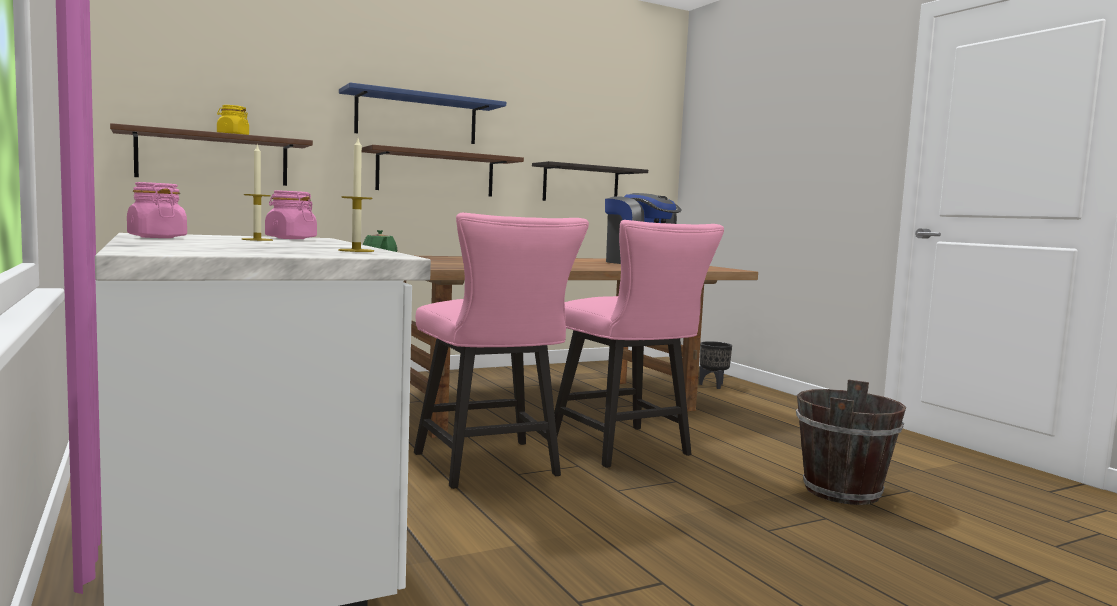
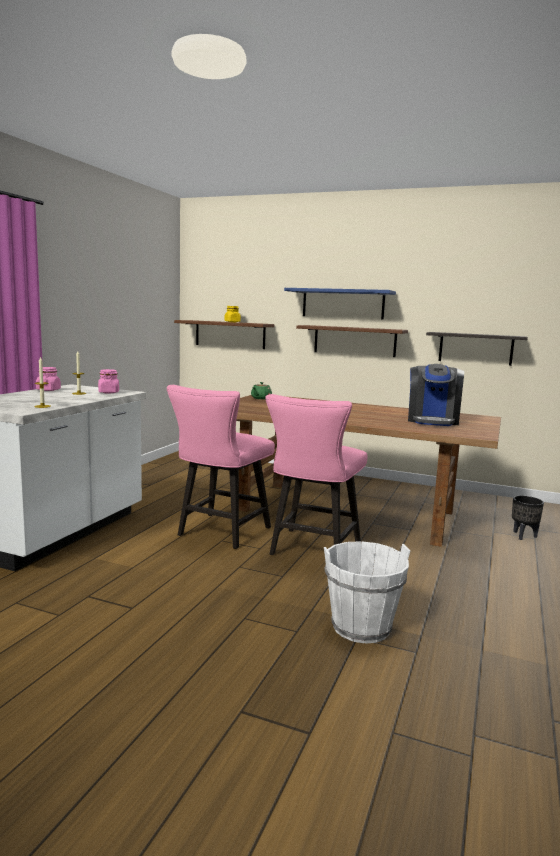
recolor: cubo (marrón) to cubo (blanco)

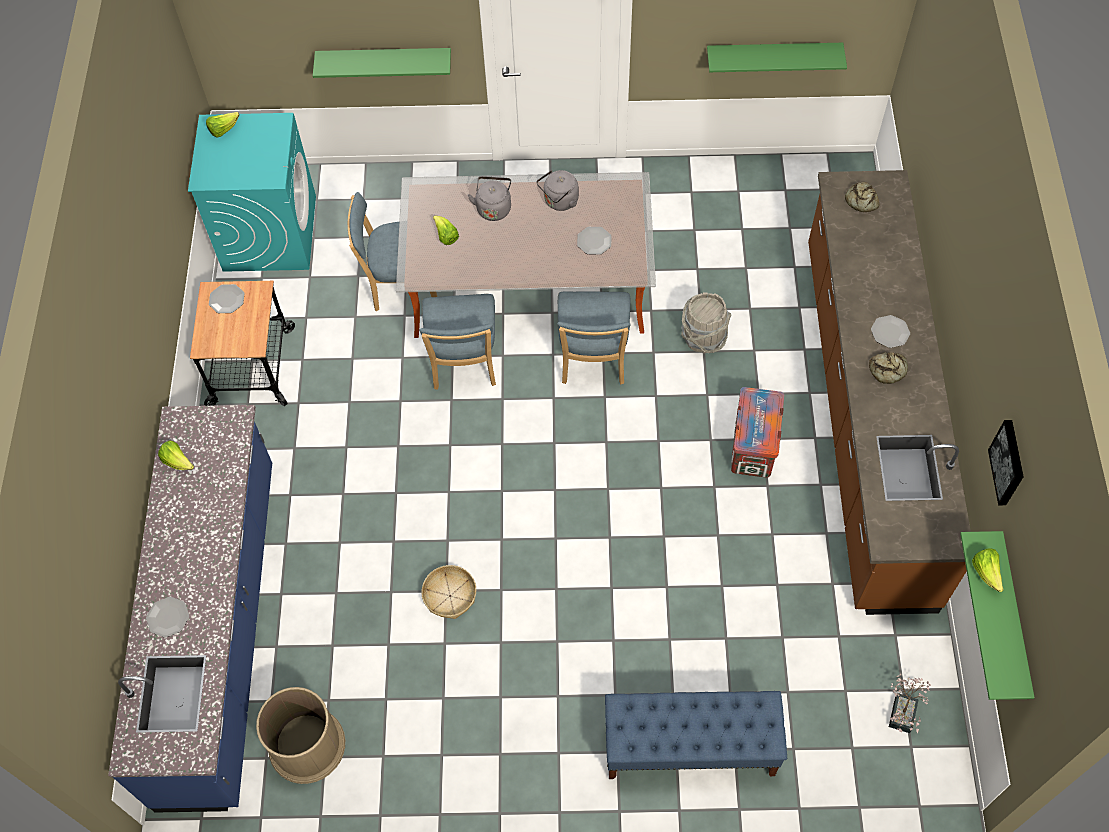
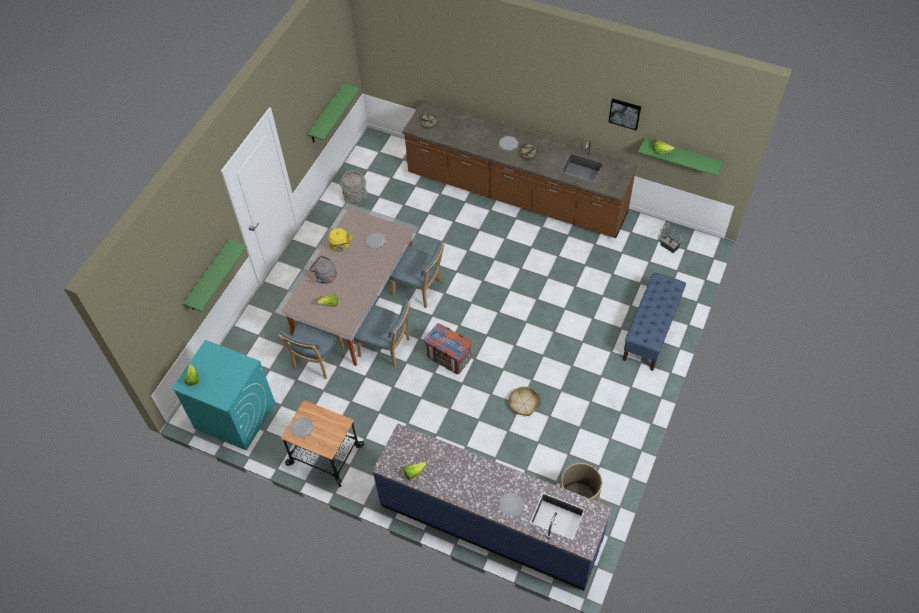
move: cubo (gris); caja de embalaje
recolor: hervidor (gris) (2nd from left) to hervidor (amarillo)

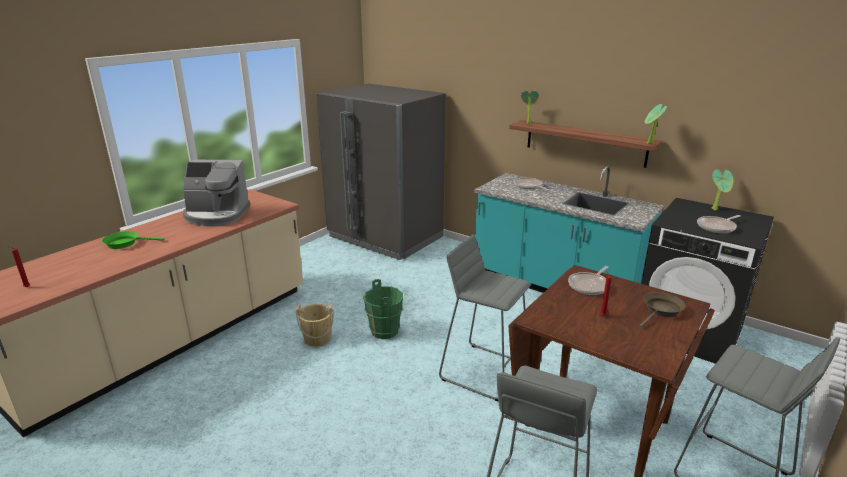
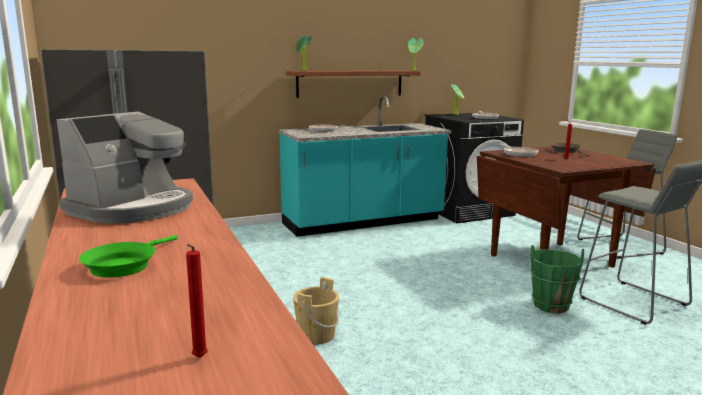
delete: taburete (gris) (1st from left)
move: cubo (verde)

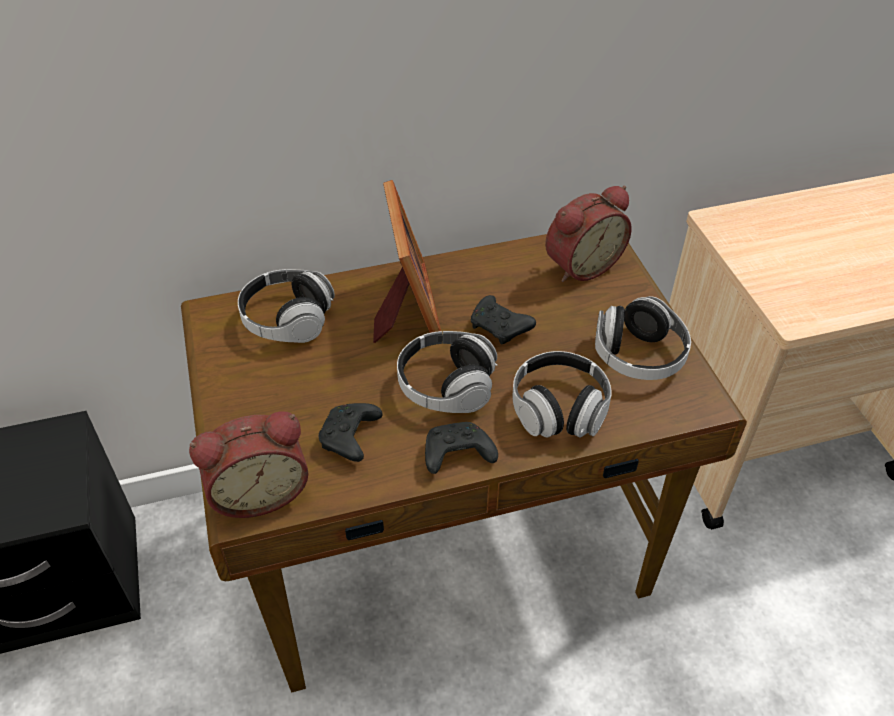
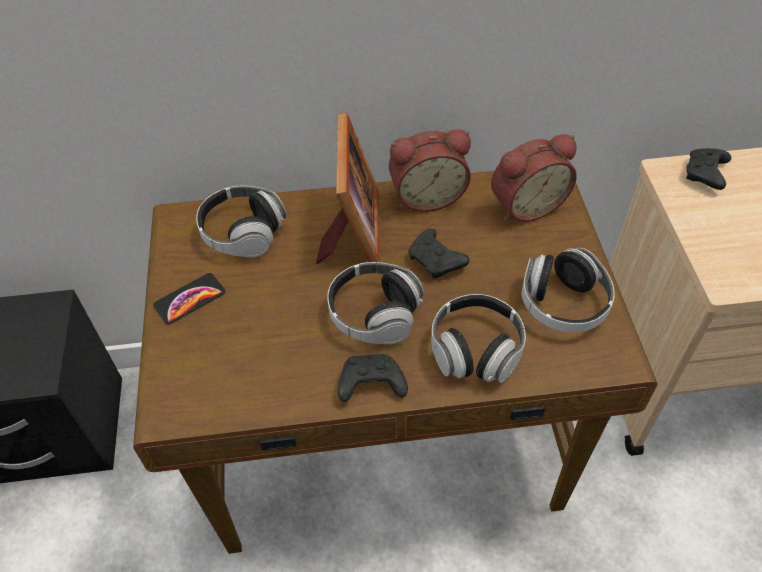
insert: móvil
move: despertador (1st from left); mando de consola (negro) (1st from left in the first image) to mando de consola (negro) (3rd from left)

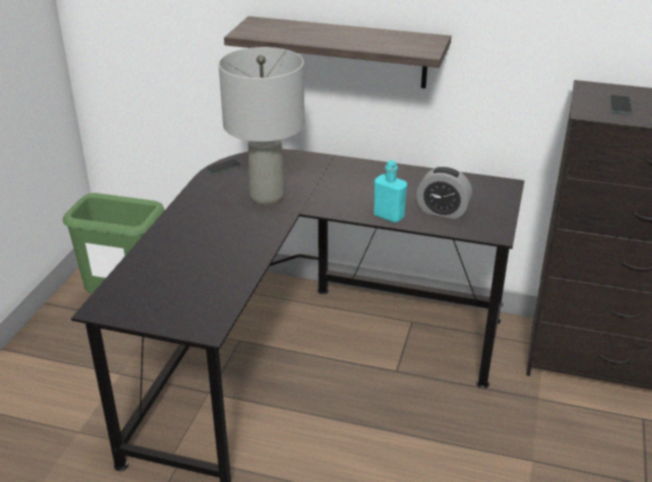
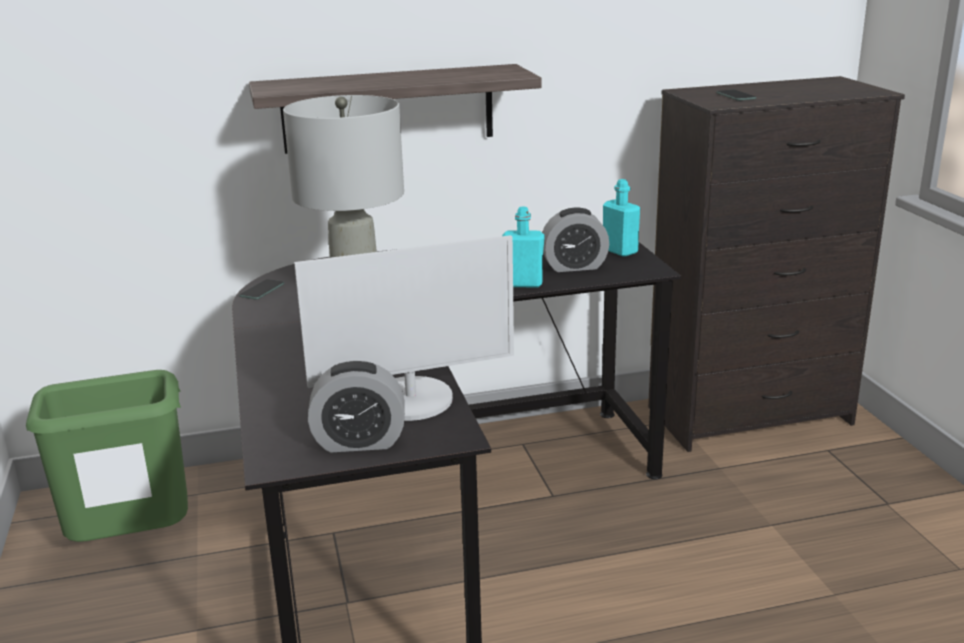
insert: monitor; despertador (1st from left); botella (turquesa) (2nd from left)

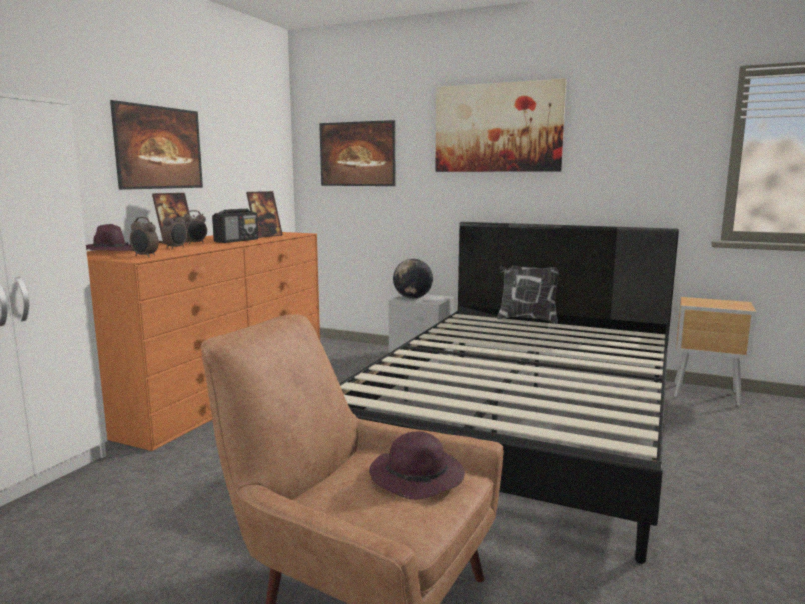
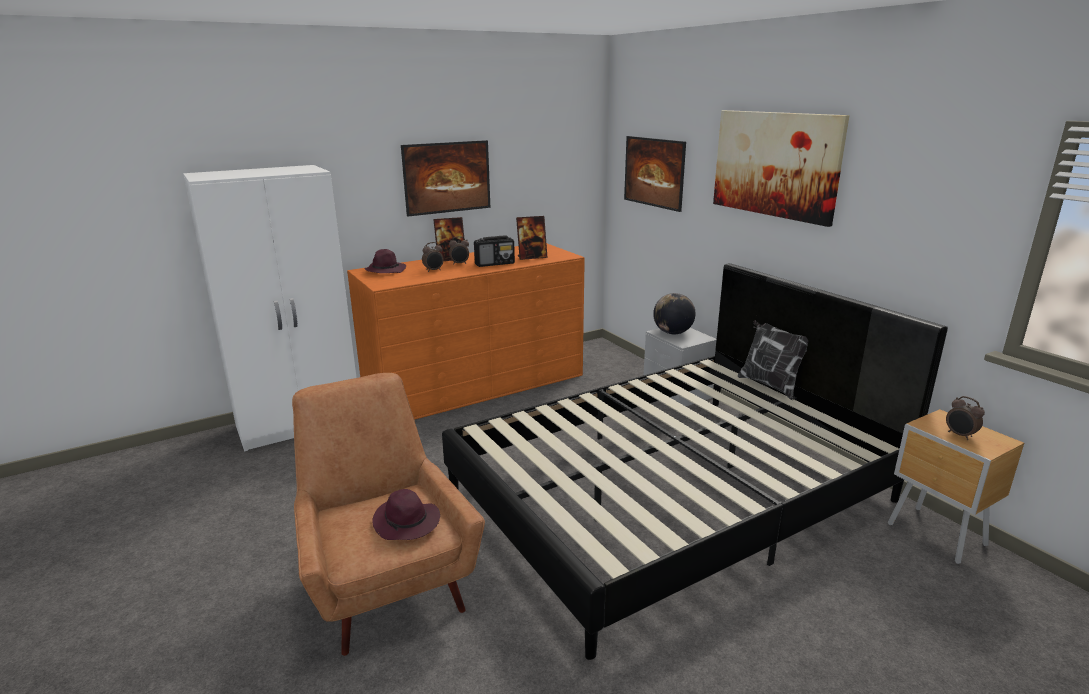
move: despertador (1st from left in the first image) to despertador (3rd from left)

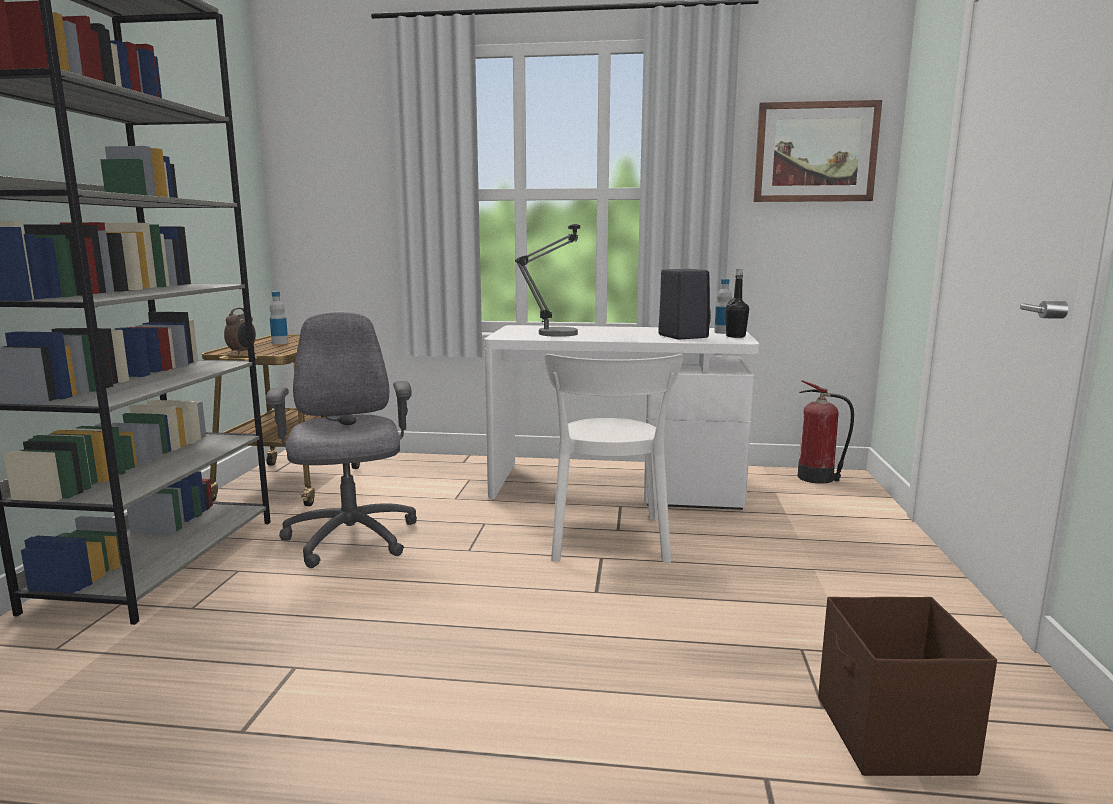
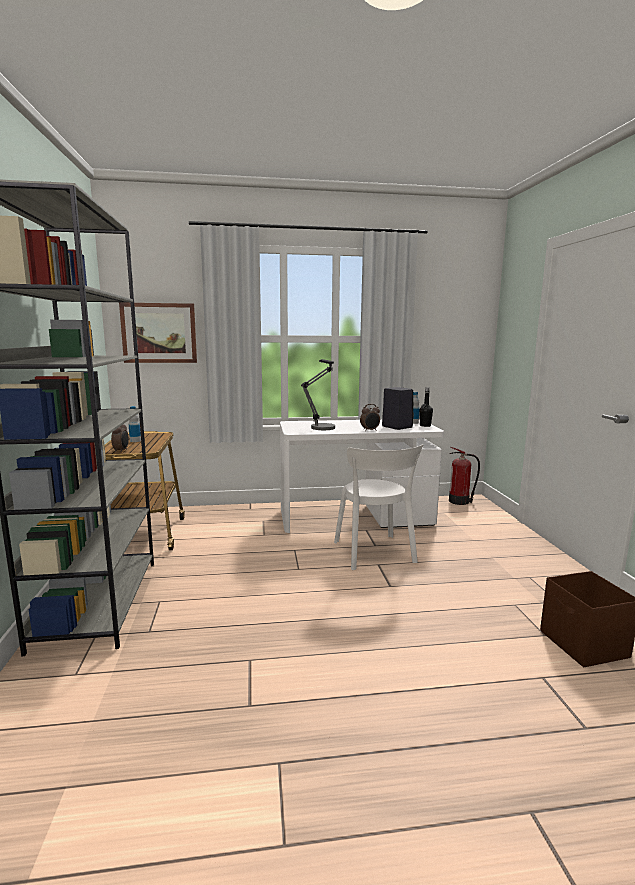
delete: silla de oficina (gris)
insert: despertador (2nd from left)
move: cuadro

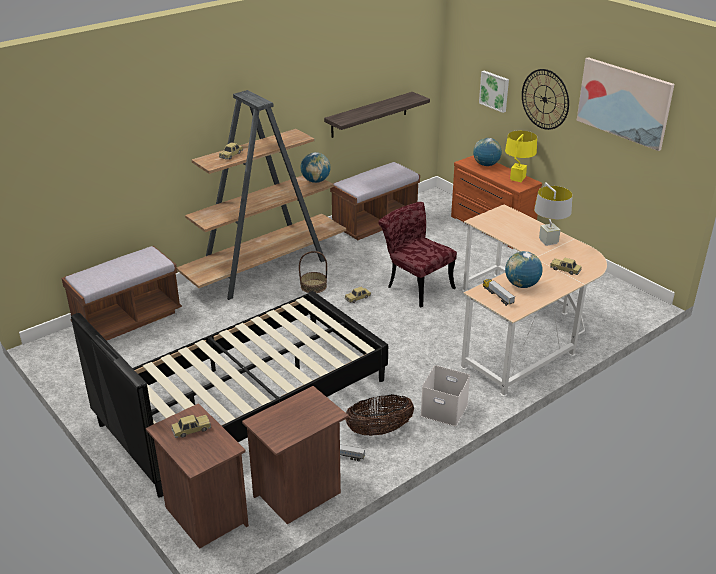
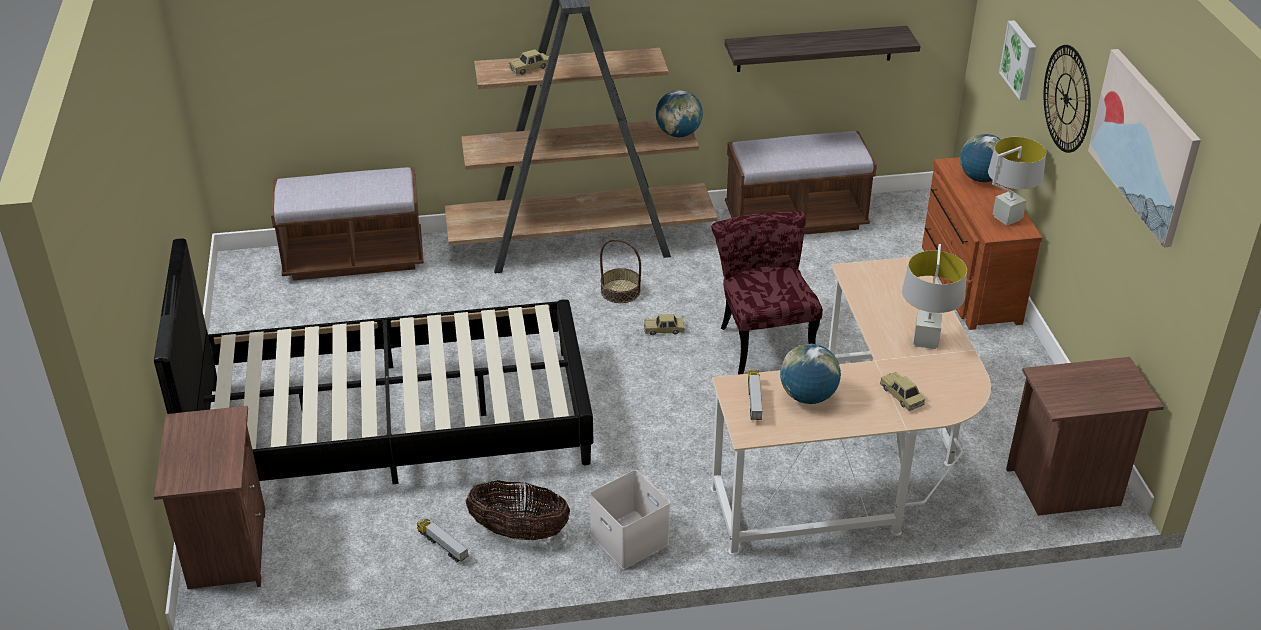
delete: coche de juguete (1st from left)
move: mesita de noche (marrón) (2nd from left)
recolor: lámpara de mesa (amarillo) to lámpara de mesa (gris) (2nd from left)

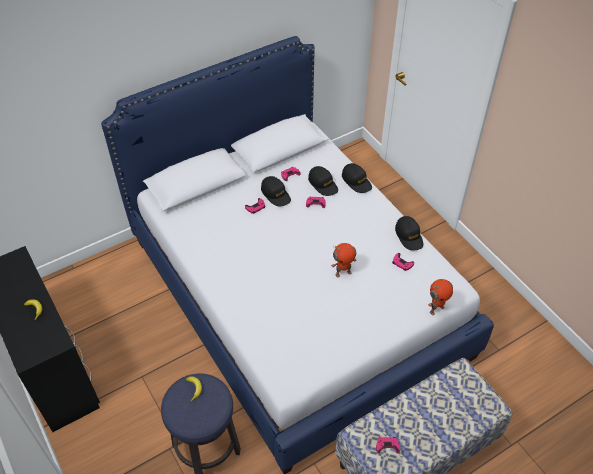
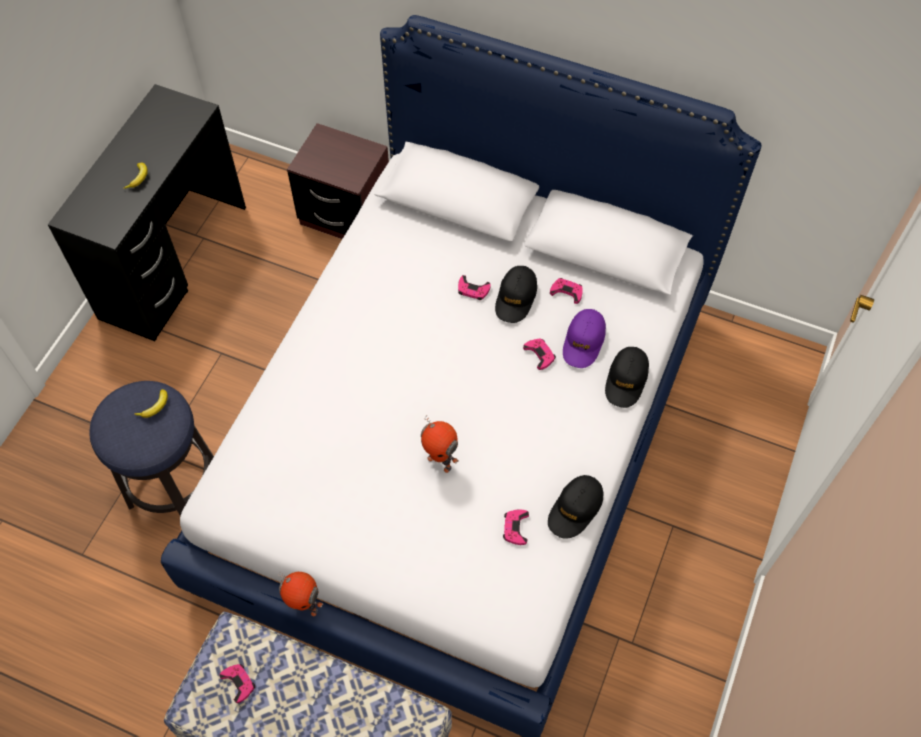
insert: mesita de noche (marrón)
move: robot de juguete (2nd from left in the first image) to robot de juguete (1st from left)
recolor: gorra (negro) (2nd from left) to gorra (morado)

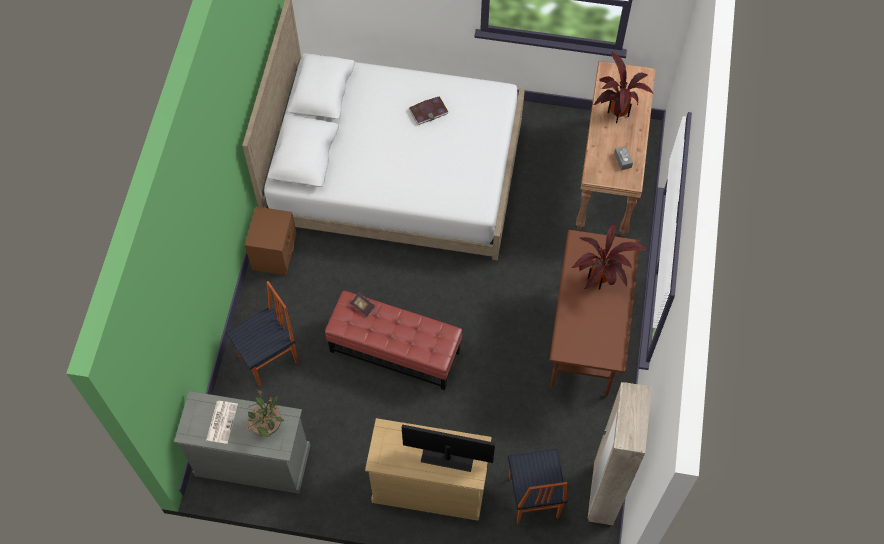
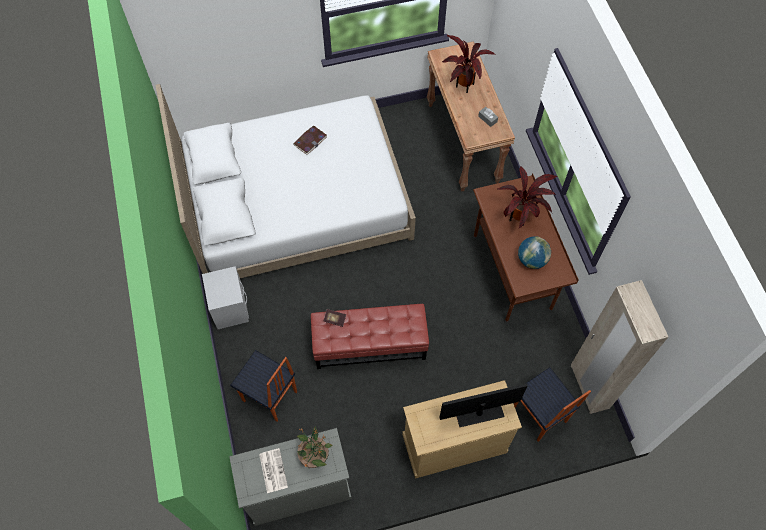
insert: globo terráqueo
recolor: mesita de noche (marrón) to mesita de noche (gris)
rotate: silla (1st from left) 90 degrees clockwise

